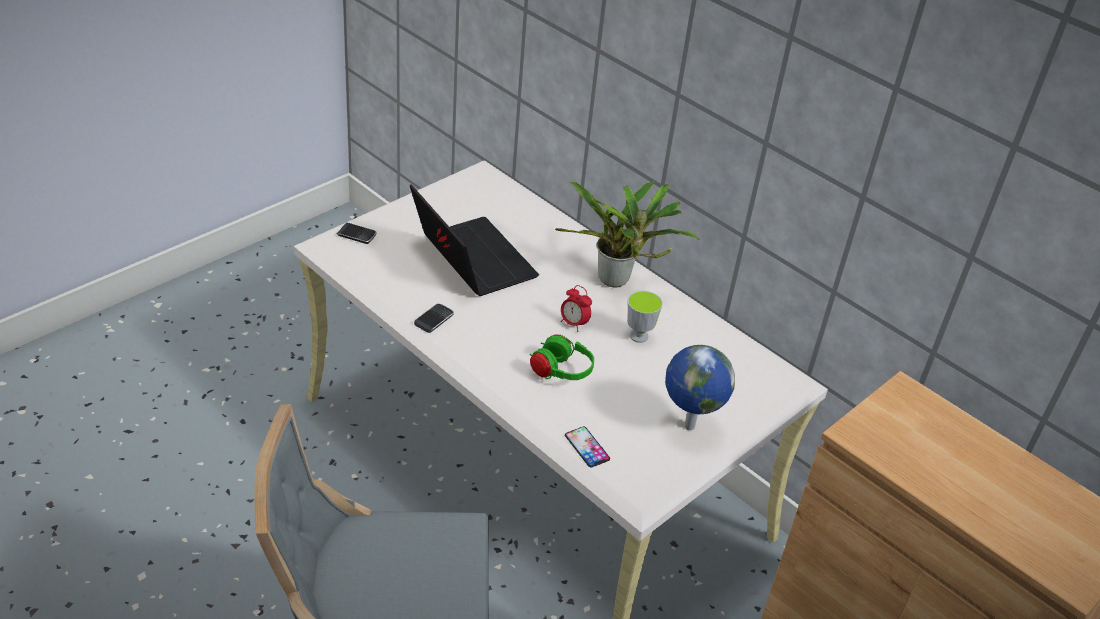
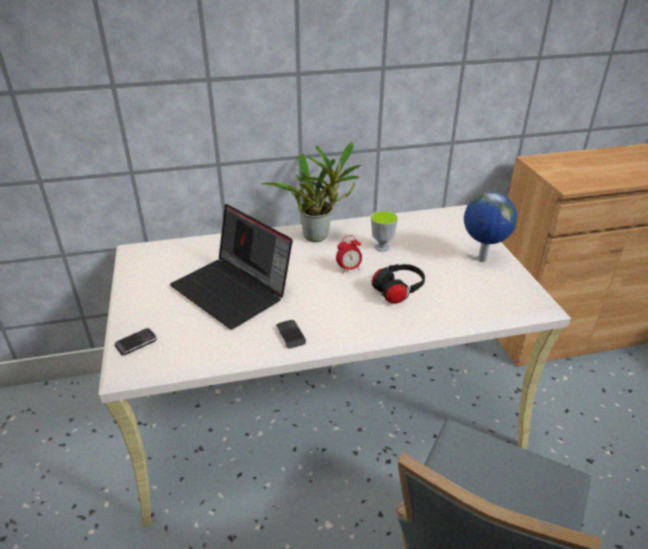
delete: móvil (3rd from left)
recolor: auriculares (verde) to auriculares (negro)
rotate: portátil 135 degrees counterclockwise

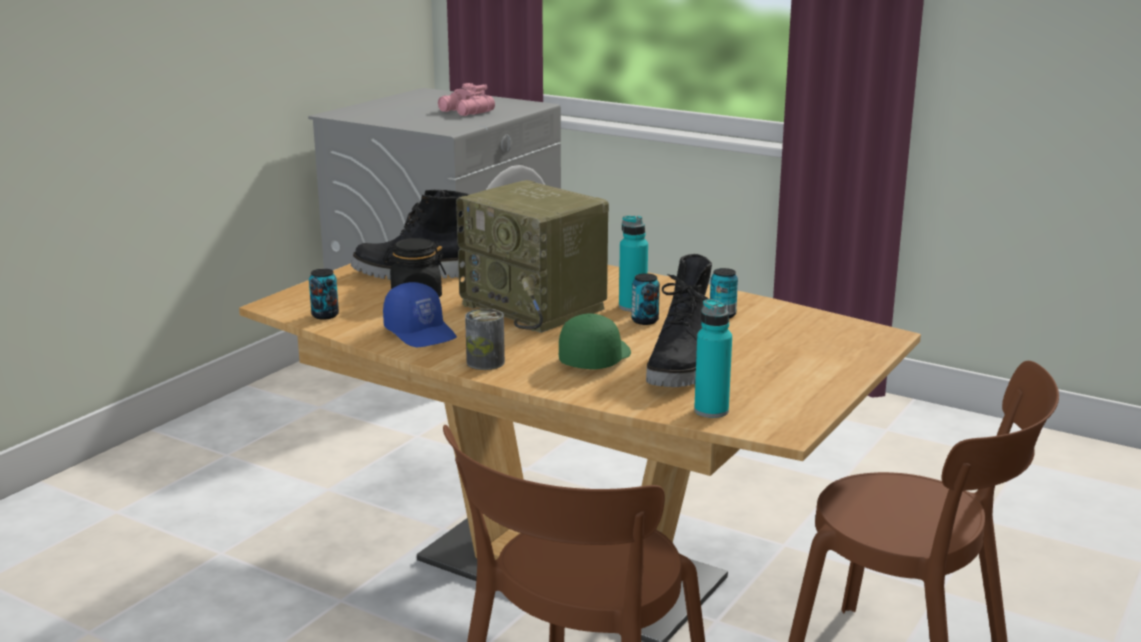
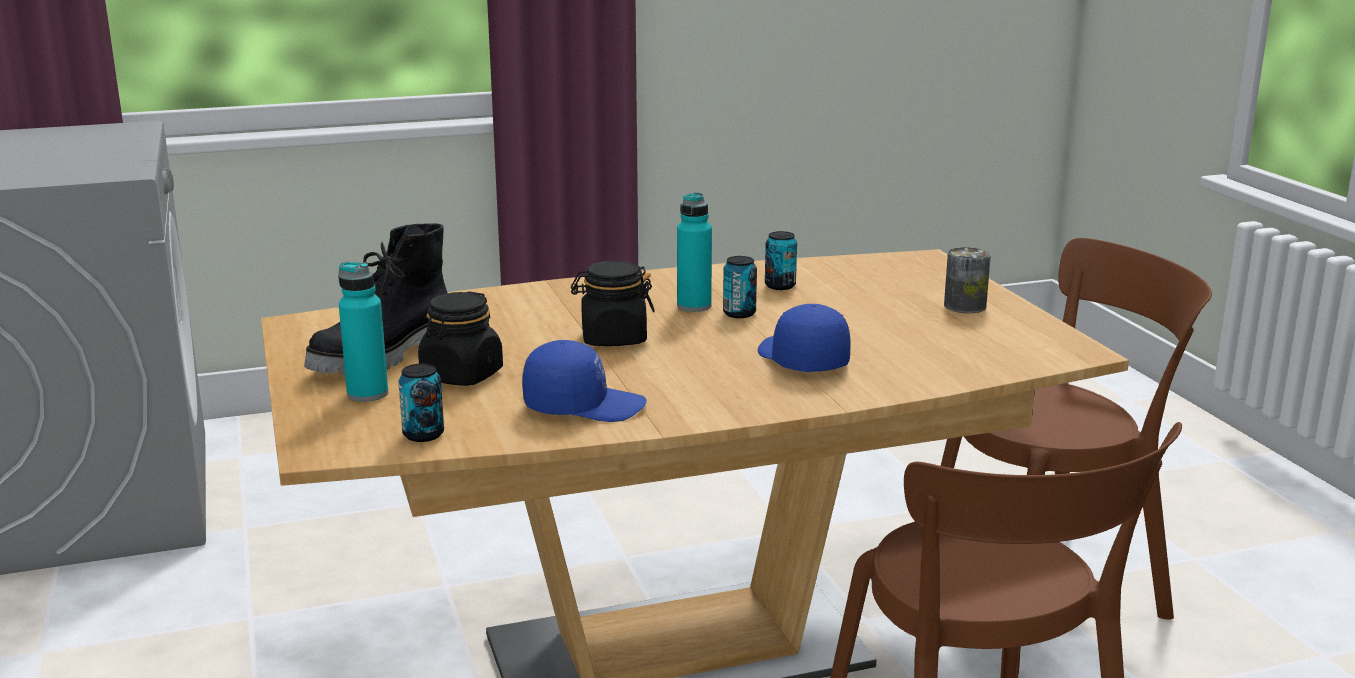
delete: prismáticos (rosa); bota (negro) (2nd from left)
move: lata (2nd from left in the first image) to lata (4th from left); botella (turquesa) (2nd from left in the first image) to botella (turquesa) (1st from left)
replace: radio to tarro (negro) (2nd from left)
recolor: gorra (verde) to gorra (azul) (2nd from left)

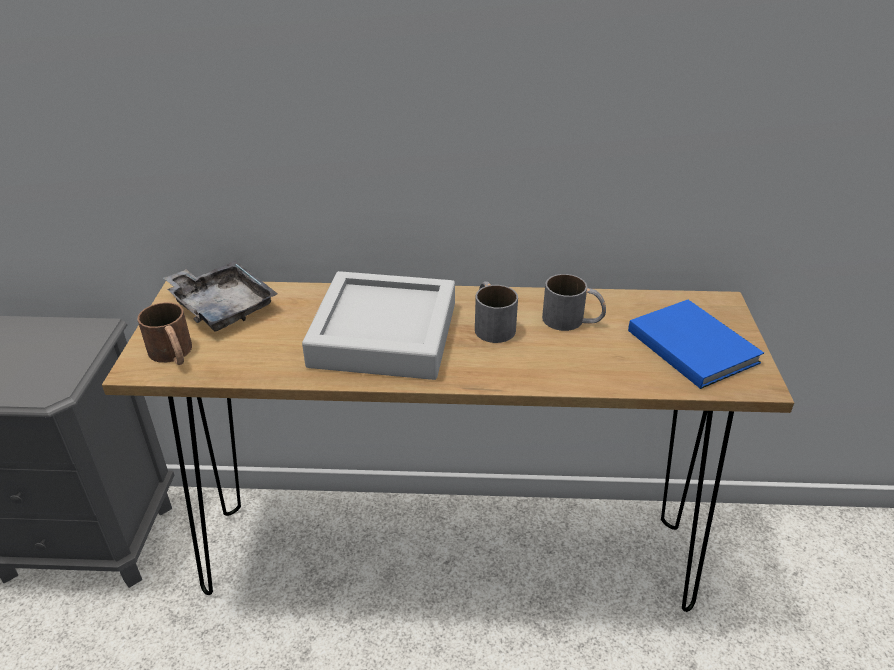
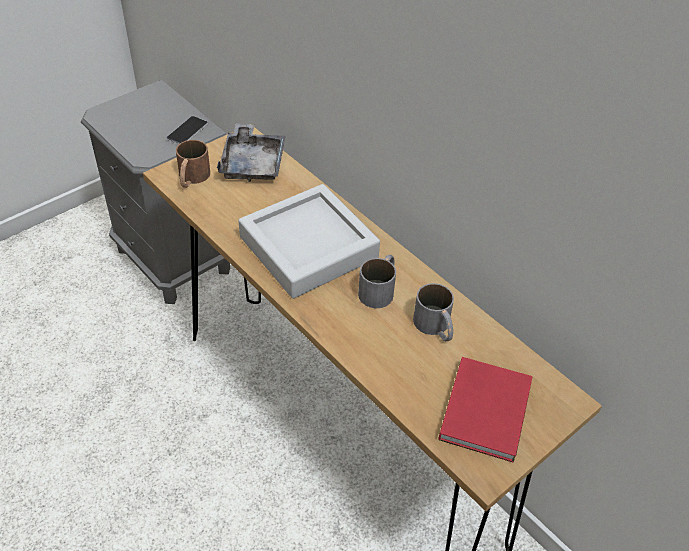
insert: móvil
recolor: libro (azul) to libro (rojo)

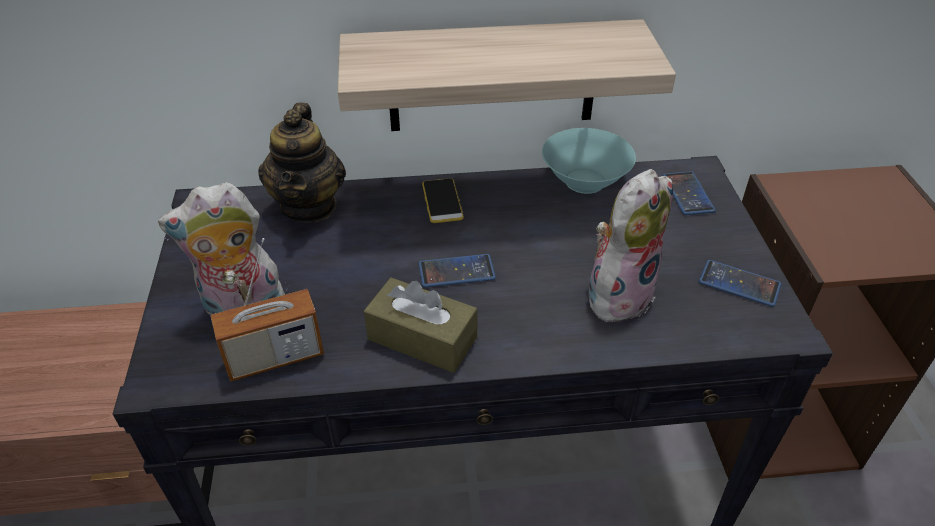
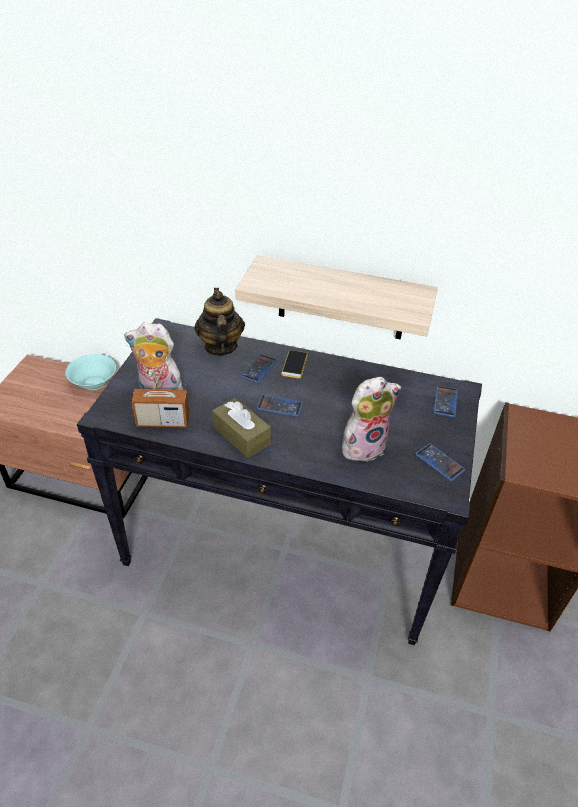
insert: móvil (1st from left)
move: cuenco (turquesa)
rotate: tetera 150 degrees clockwise

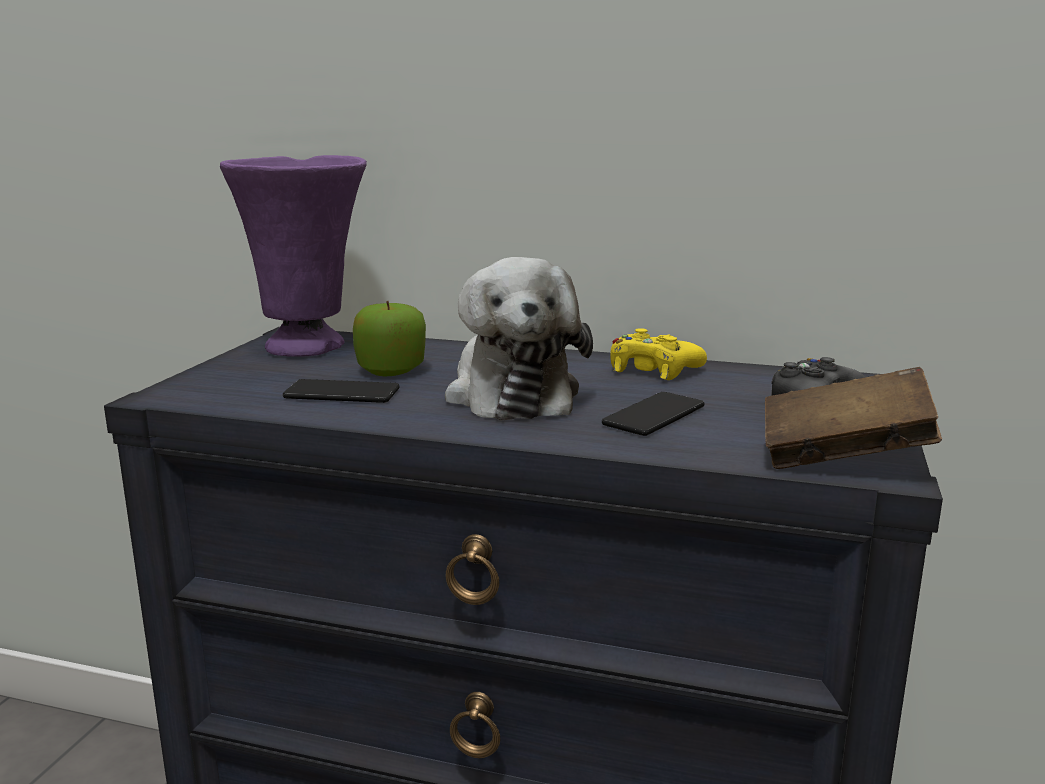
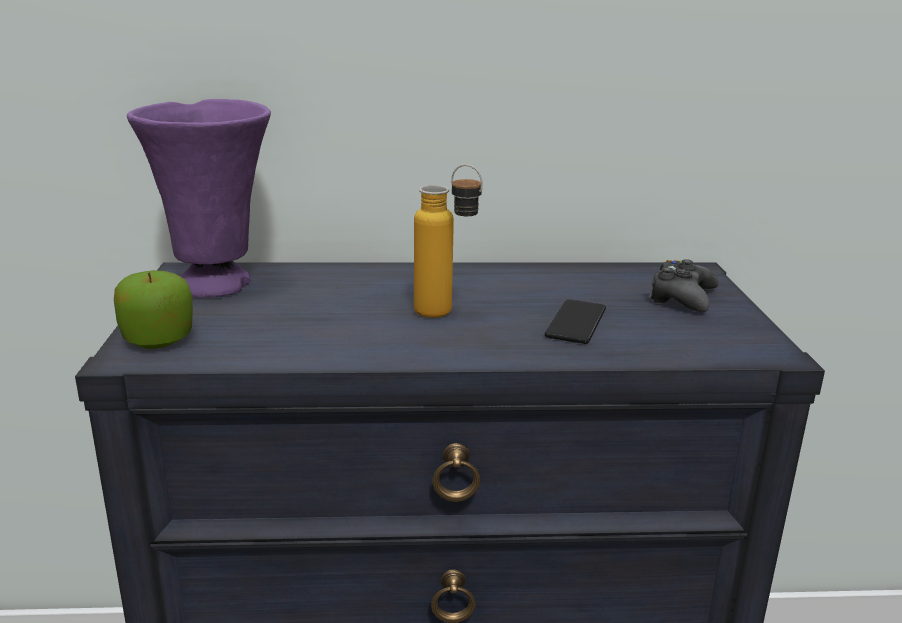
delete: móvil (1st from left); mando de consola (amarillo); libro (marrón)
move: manzana
replace: peluche to botella

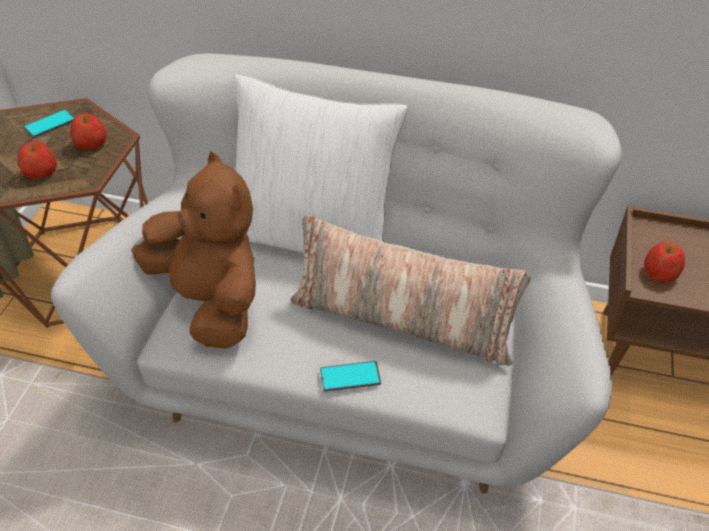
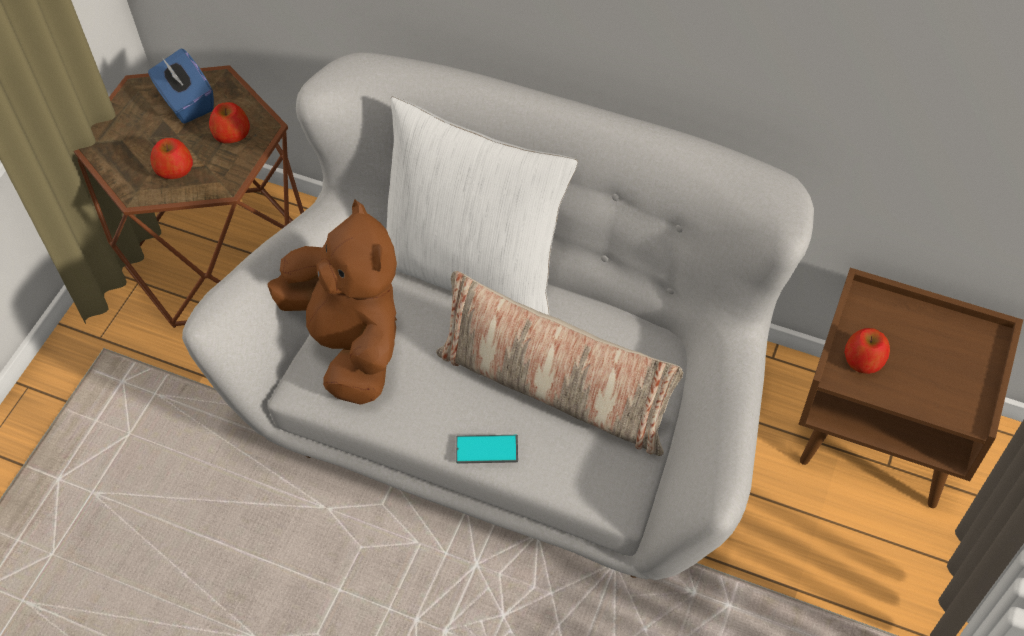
replace: móvil (1st from left) to caja de pañuelos (azul)

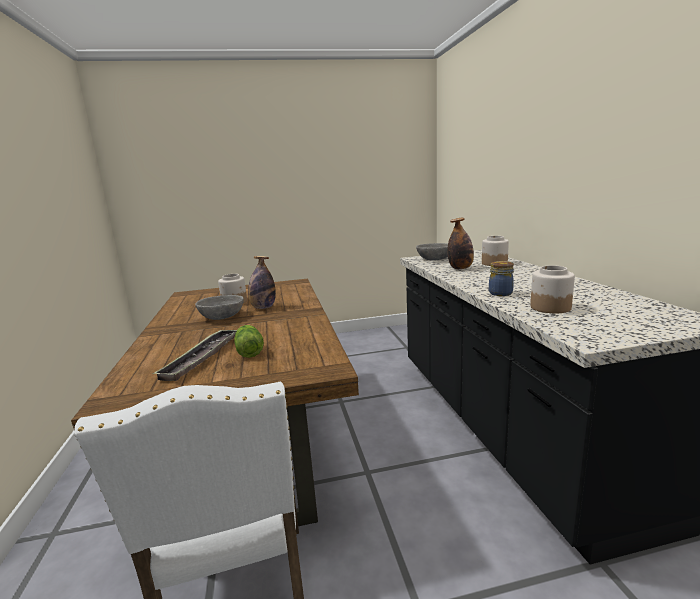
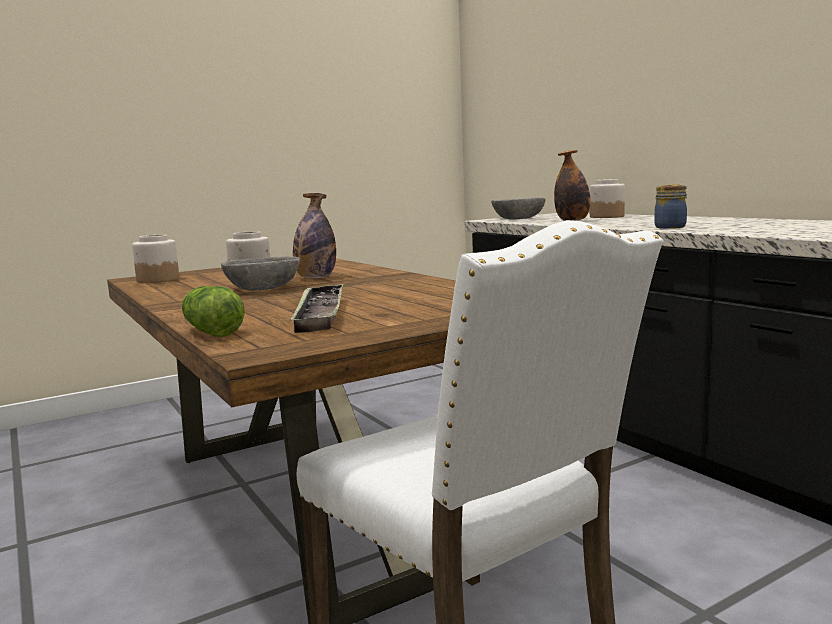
move: lechuga; tarro (4th from left in the first image) to tarro (1st from left)

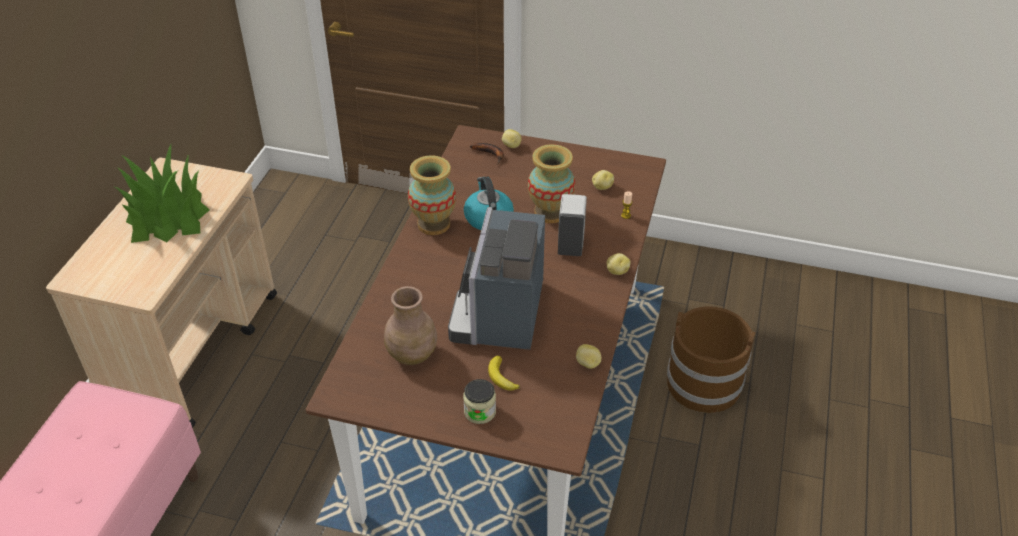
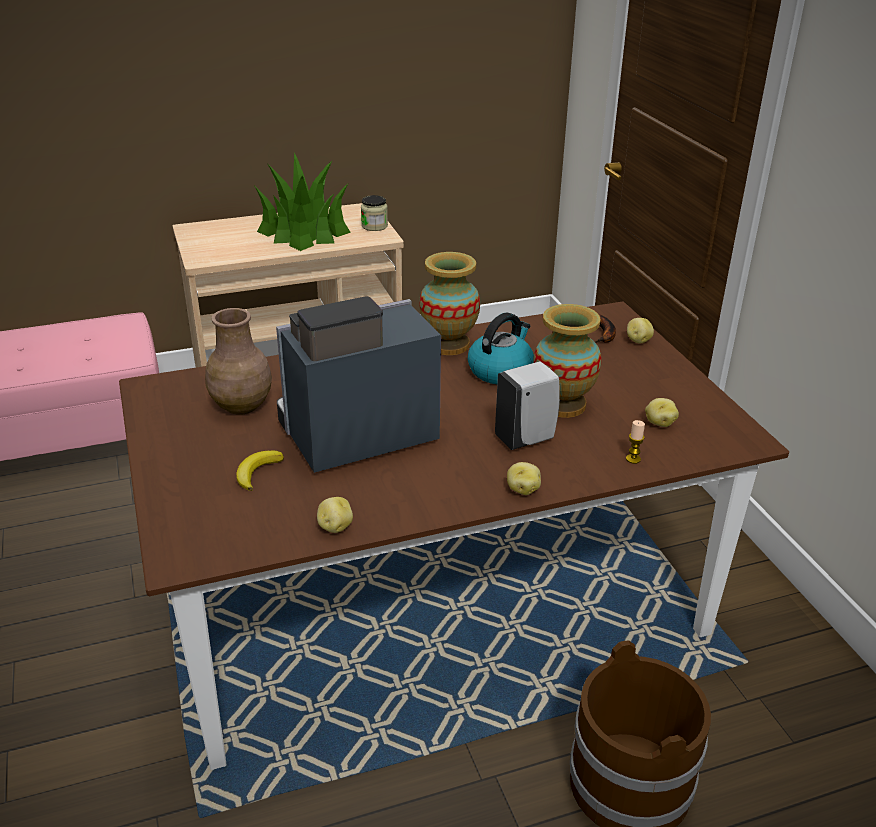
move: tarro

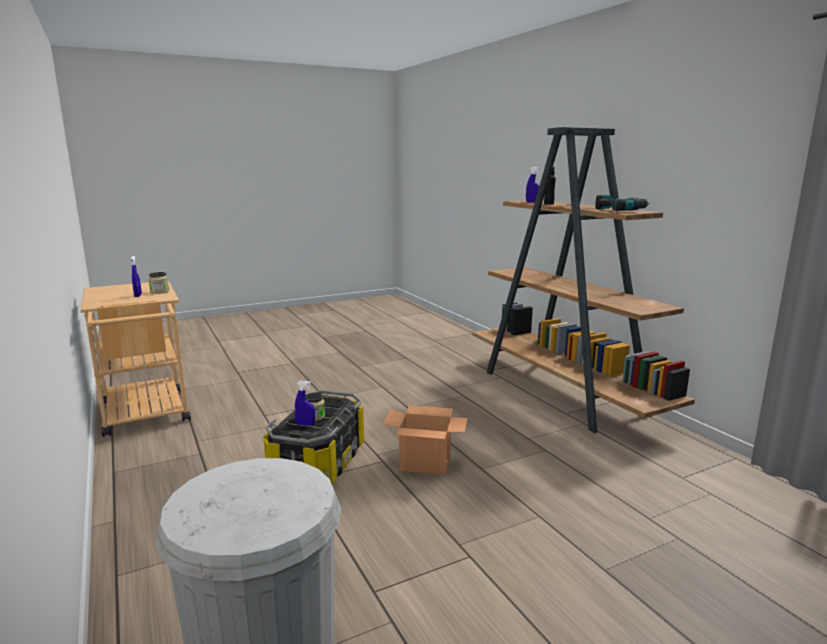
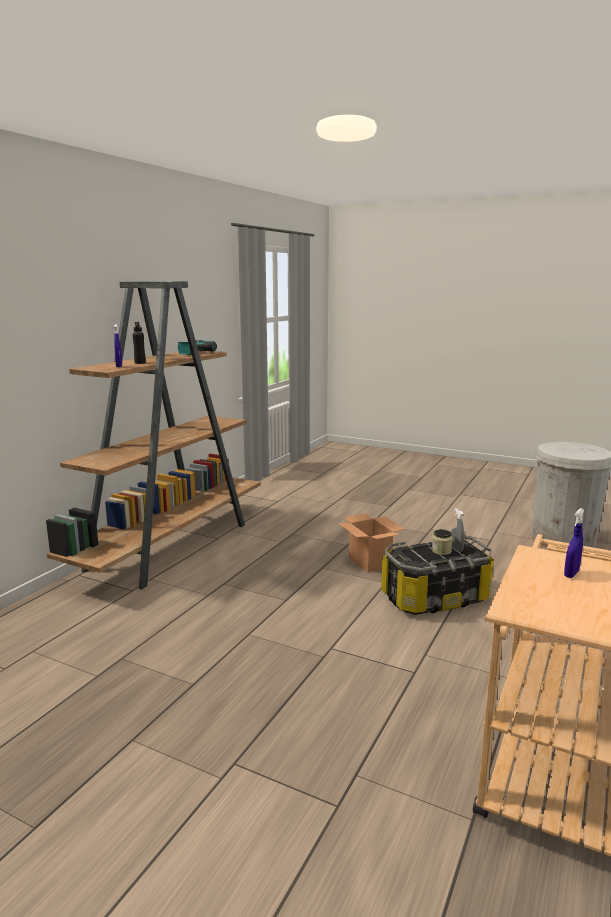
delete: tarro (1st from left)
recolor: pulverizador (azul) (2nd from left) to pulverizador (gris)

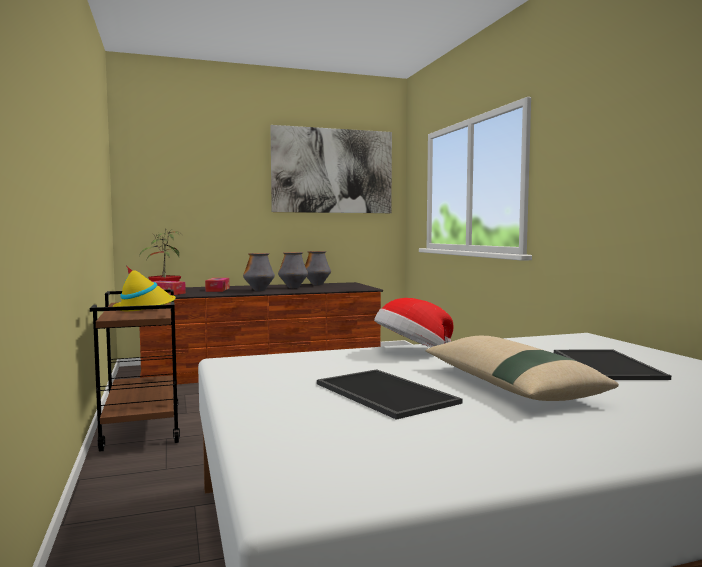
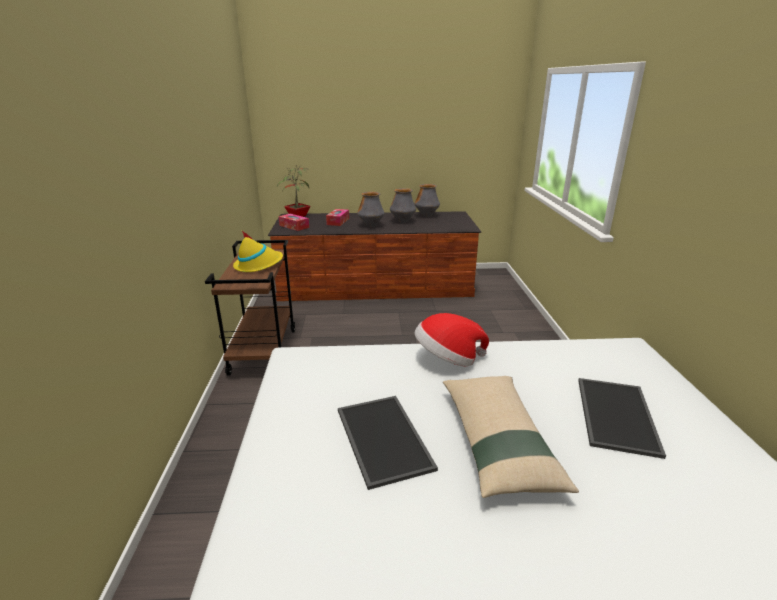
delete: cuadro

